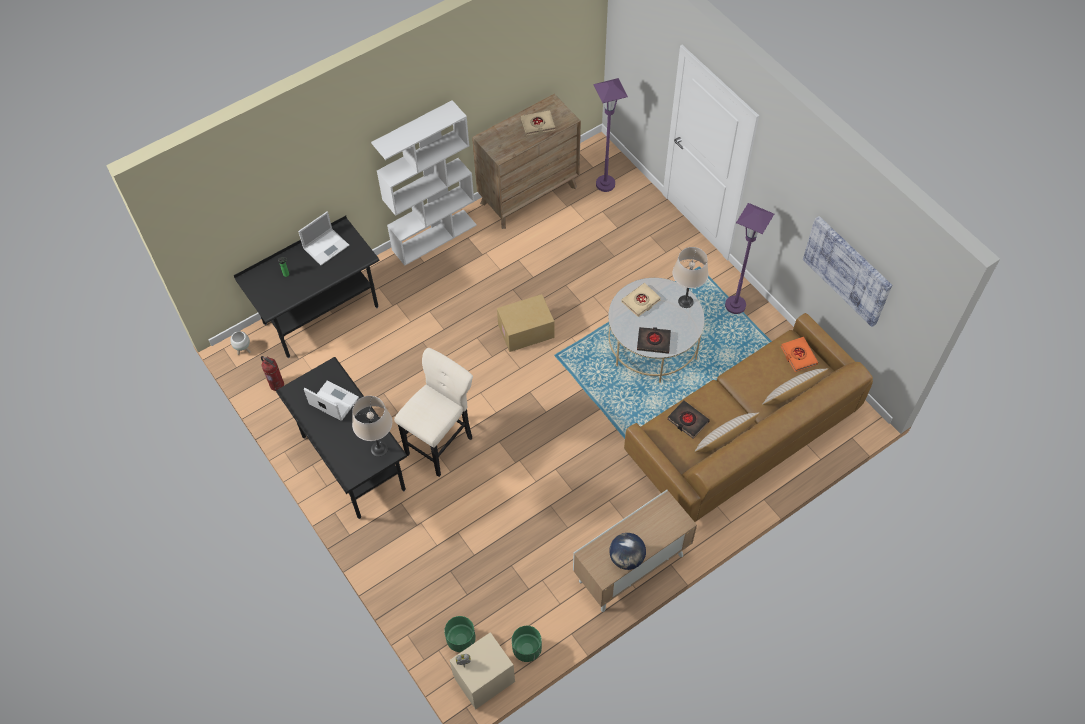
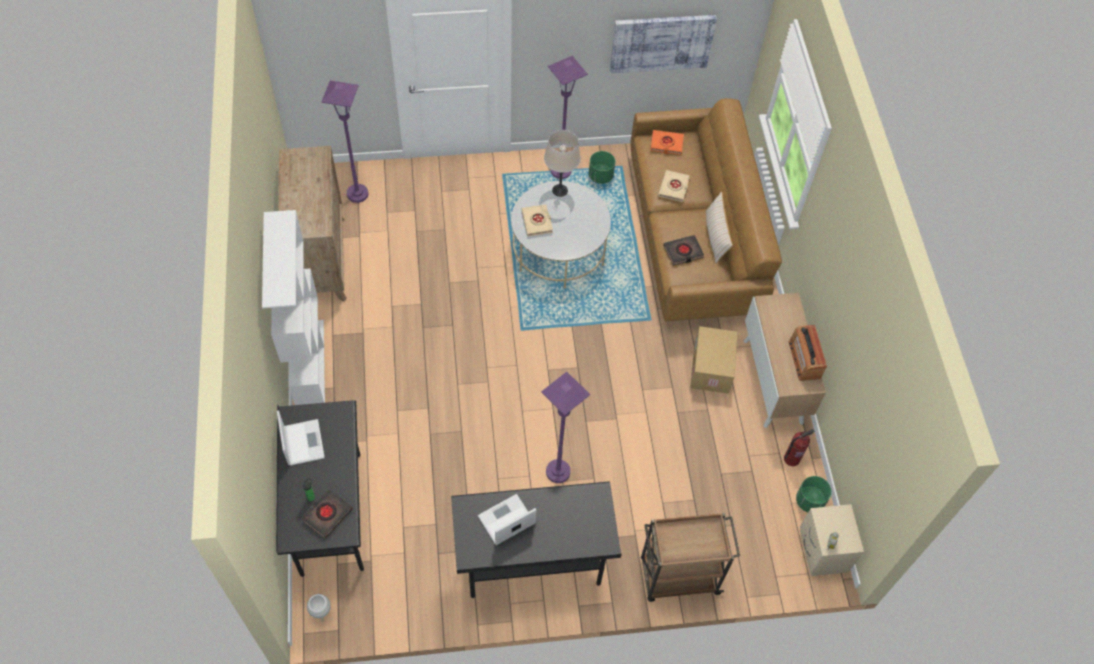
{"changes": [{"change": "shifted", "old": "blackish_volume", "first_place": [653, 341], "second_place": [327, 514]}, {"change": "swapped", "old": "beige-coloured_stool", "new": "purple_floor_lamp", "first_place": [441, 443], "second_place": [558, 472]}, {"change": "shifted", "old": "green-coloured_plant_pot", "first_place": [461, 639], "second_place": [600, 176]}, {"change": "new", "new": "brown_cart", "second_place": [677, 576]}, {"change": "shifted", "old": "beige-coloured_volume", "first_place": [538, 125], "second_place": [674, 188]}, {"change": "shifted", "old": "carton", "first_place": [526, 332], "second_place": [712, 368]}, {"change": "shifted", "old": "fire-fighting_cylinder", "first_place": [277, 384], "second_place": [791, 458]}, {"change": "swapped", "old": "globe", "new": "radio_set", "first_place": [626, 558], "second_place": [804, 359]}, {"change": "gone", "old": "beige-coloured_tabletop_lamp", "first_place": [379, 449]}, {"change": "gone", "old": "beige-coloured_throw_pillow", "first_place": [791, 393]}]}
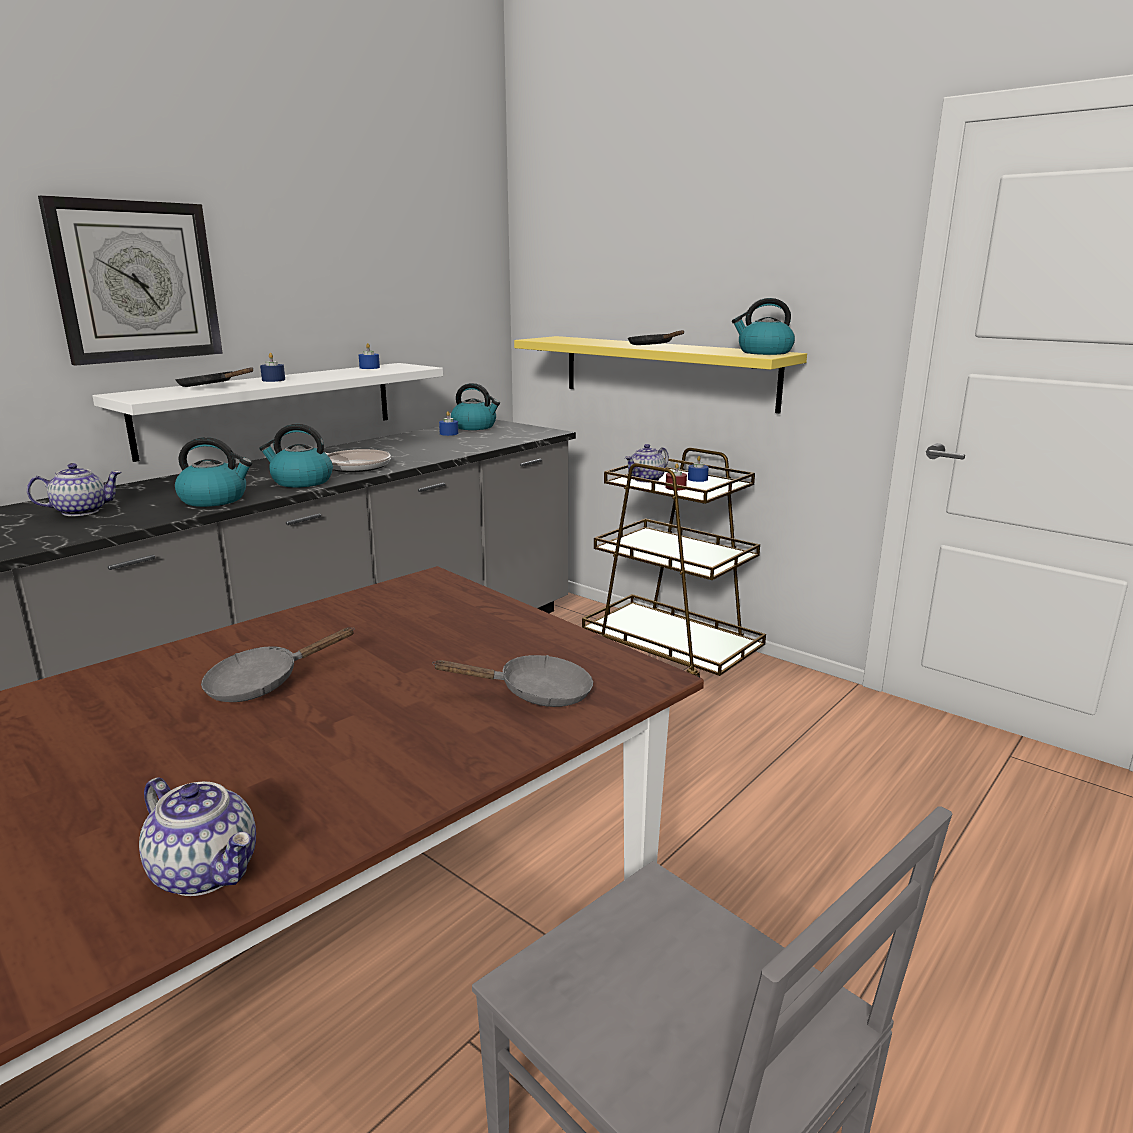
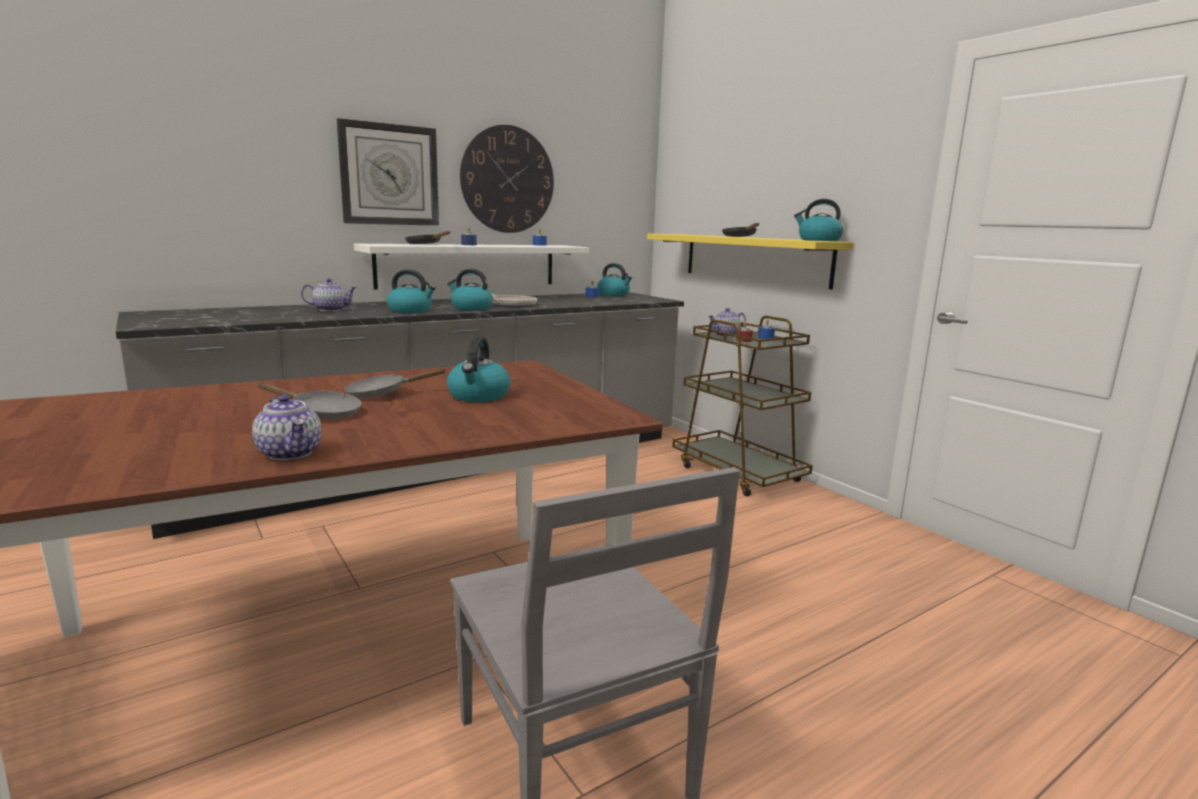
{"changes": [{"change": "shifted", "old": "gray_frying_pan", "first_place": [535, 693], "second_place": [320, 413]}, {"change": "new", "new": "kettle", "second_place": [479, 396]}, {"change": "new", "new": "hanging_clock", "second_place": [507, 180]}]}
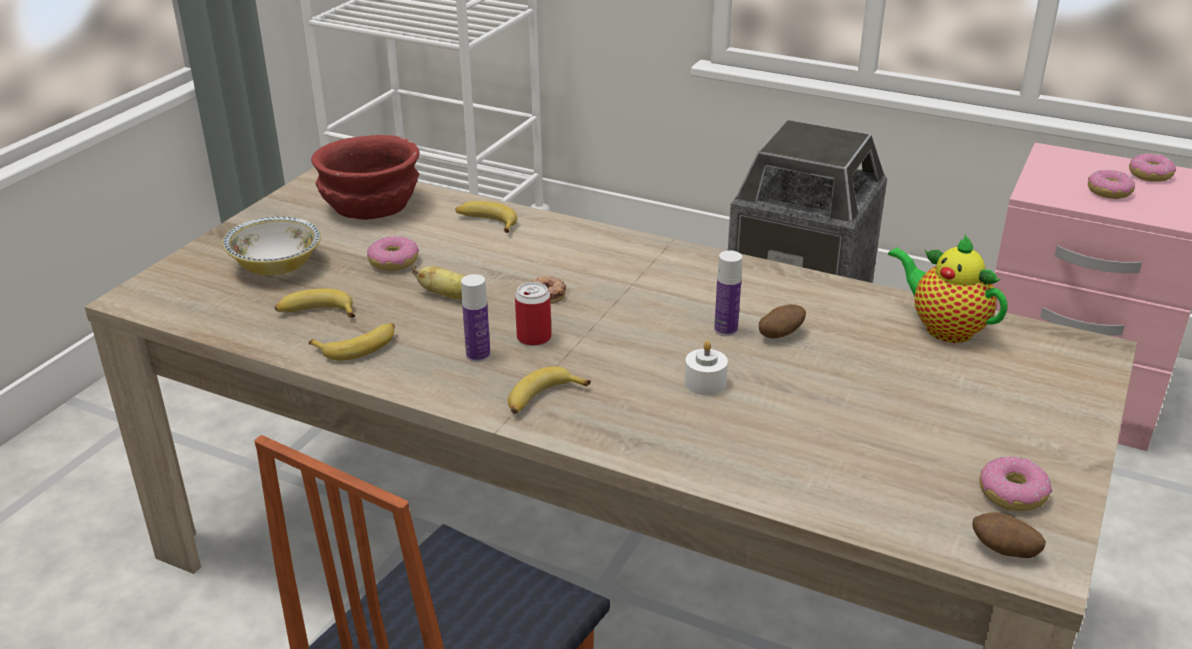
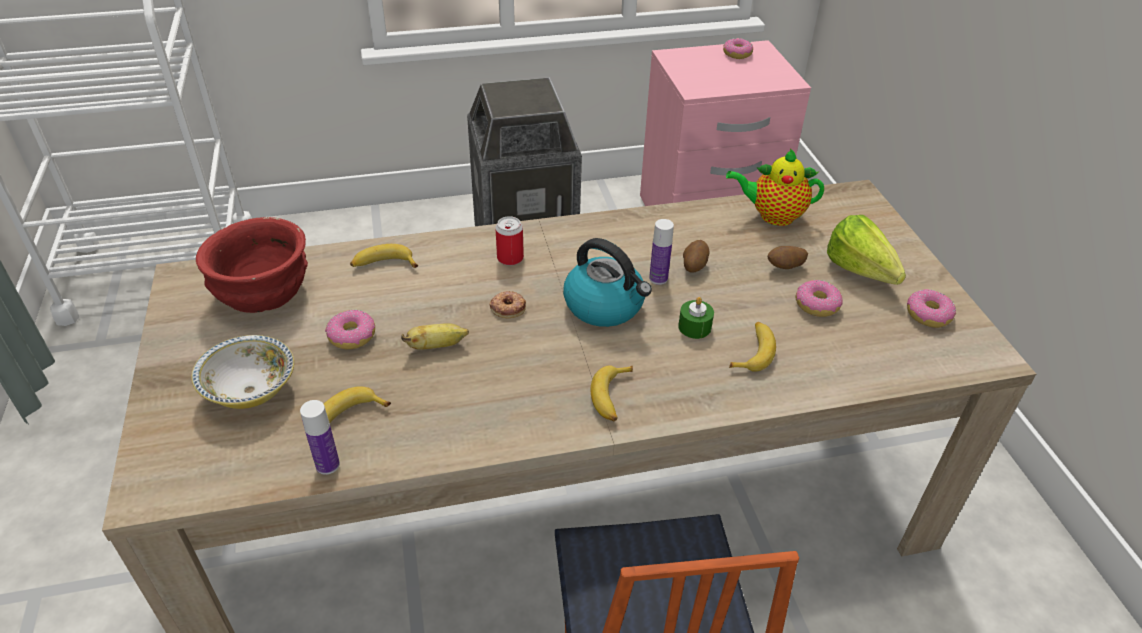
{"changes": [{"change": "shifted", "old": "bottle", "first_place": [478, 355], "second_place": [327, 465]}, {"change": "shifted", "old": "metal_can", "first_place": [534, 338], "second_place": [510, 258]}, {"change": "new", "new": "kettle", "second_place": [605, 306]}, {"change": "repainted", "old": "whitish_wax_light", "new": "green-coloured_wax_light", "first_place": [705, 383], "second_place": [694, 327]}, {"change": "shifted", "old": "banana", "first_place": [358, 346], "second_place": [753, 351]}, {"change": "shifted", "old": "whole_potato", "first_place": [1003, 552], "second_place": [785, 267]}, {"change": "shifted", "old": "donut", "first_place": [1109, 192], "second_place": [817, 305]}, {"change": "new", "new": "lettuce_head", "second_place": [863, 275]}]}
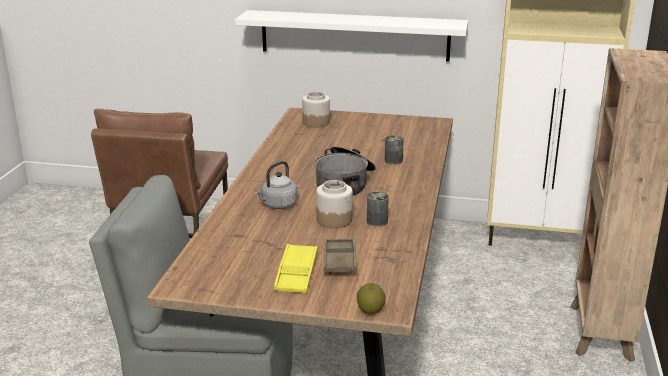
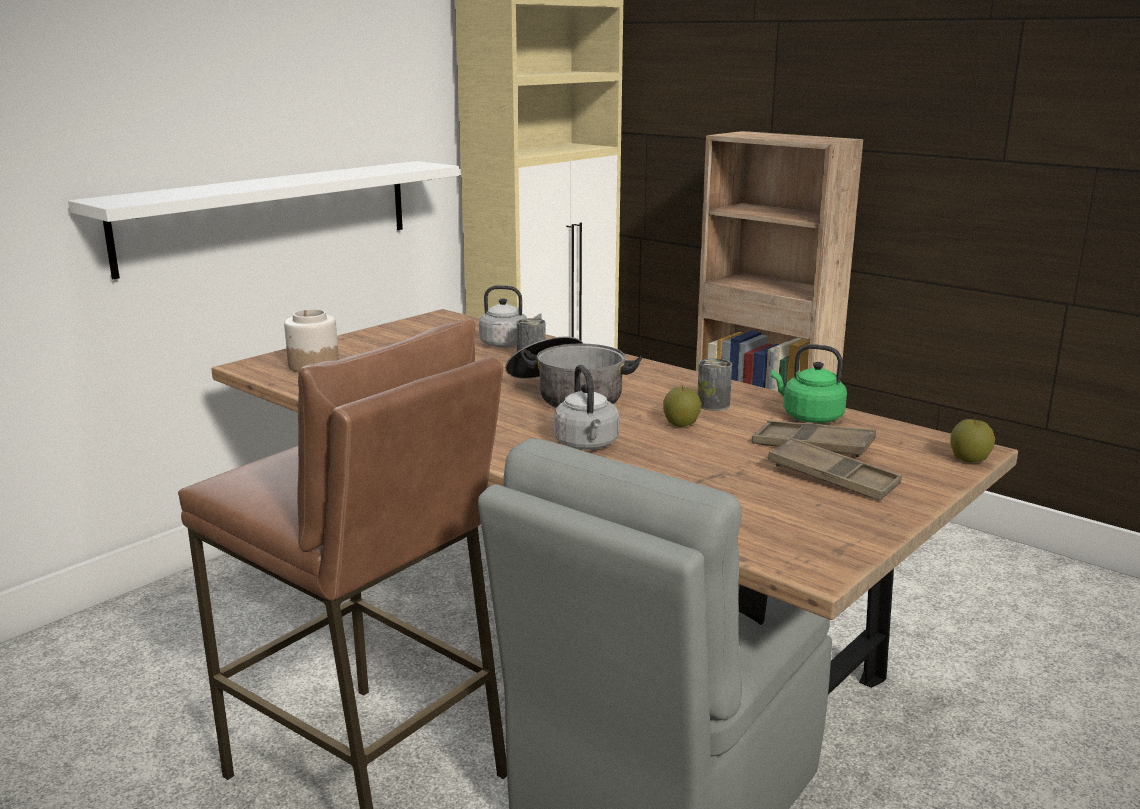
{"changes": [{"change": "new", "new": "gray_kettle", "second_place": [507, 344]}, {"change": "swapped", "old": "jar", "new": "apple_fruit", "first_place": [334, 220], "second_place": [681, 424]}, {"change": "repainted", "old": "yellowish_tray", "new": "brown_tray", "first_place": [296, 273], "second_place": [832, 478]}, {"change": "new", "new": "green-coloured_kettle", "second_place": [809, 417]}]}
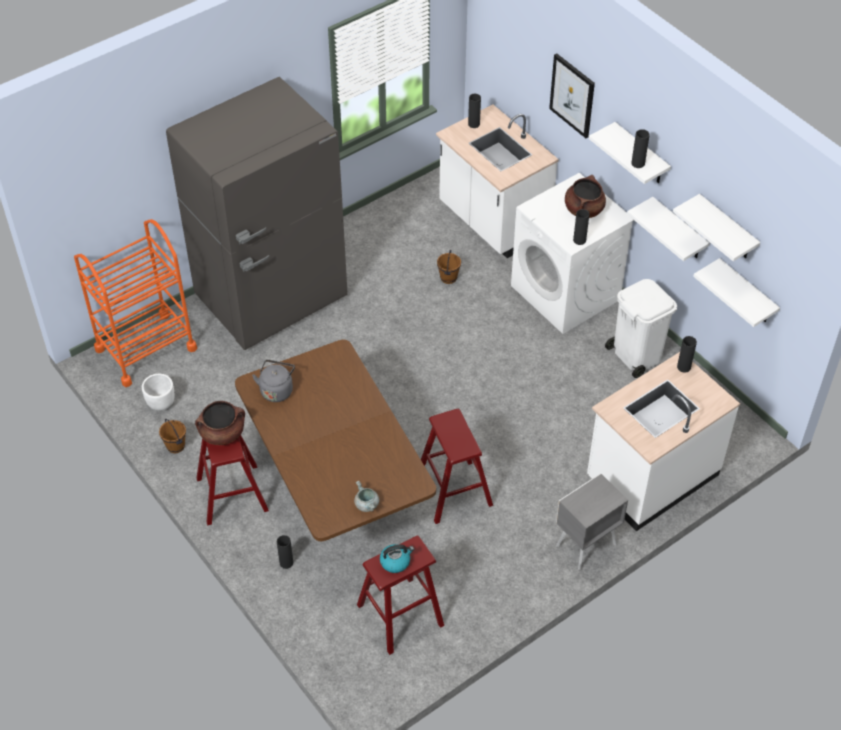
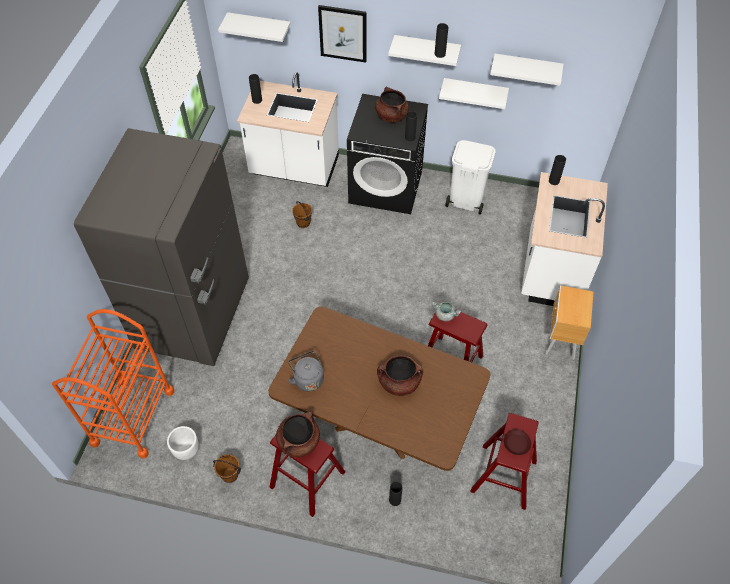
{"changes": [{"change": "shifted", "old": "whitish_shelf", "first_place": [746, 293], "second_place": [259, 27]}, {"change": "repainted", "old": "whitish_laundry_machine", "new": "blackish_laundry_machine", "first_place": [566, 293], "second_place": [386, 186]}, {"change": "new", "new": "brown_cooking_pot", "second_place": [399, 383]}, {"change": "shifted", "old": "gray_cooking_pot", "first_place": [367, 505], "second_place": [445, 315]}, {"change": "swapped", "old": "kettle", "new": "brown_dinner_plate", "first_place": [395, 562], "second_place": [516, 443]}, {"change": "repainted", "old": "gray_bedside_table", "new": "brown_bedside_table", "first_place": [584, 545], "second_place": [560, 341]}]}
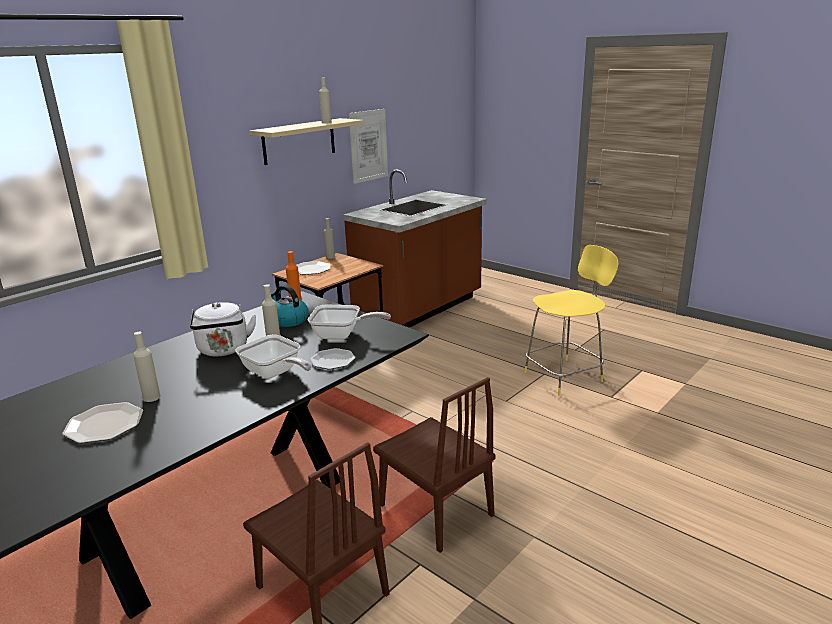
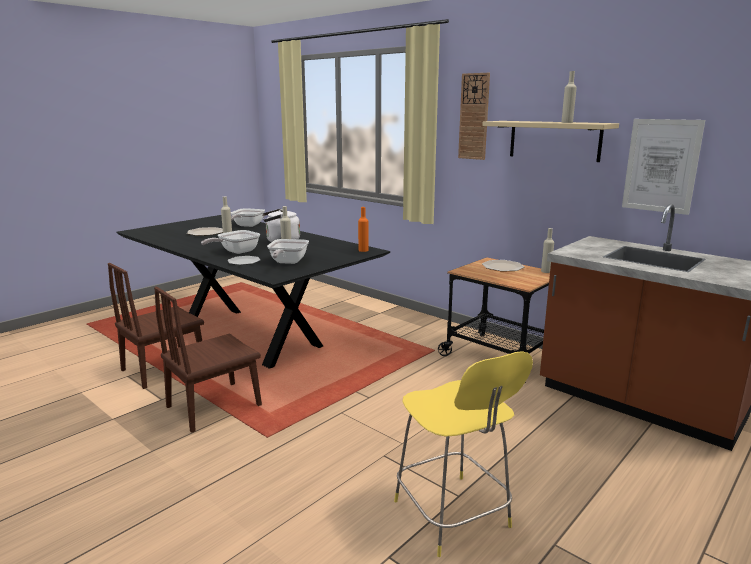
{"changes": [{"change": "new", "new": "frying_pan", "second_place": [246, 226]}, {"change": "new", "new": "hanging_clock", "second_place": [474, 116]}, {"change": "gone", "old": "kettle", "first_place": [288, 320]}]}
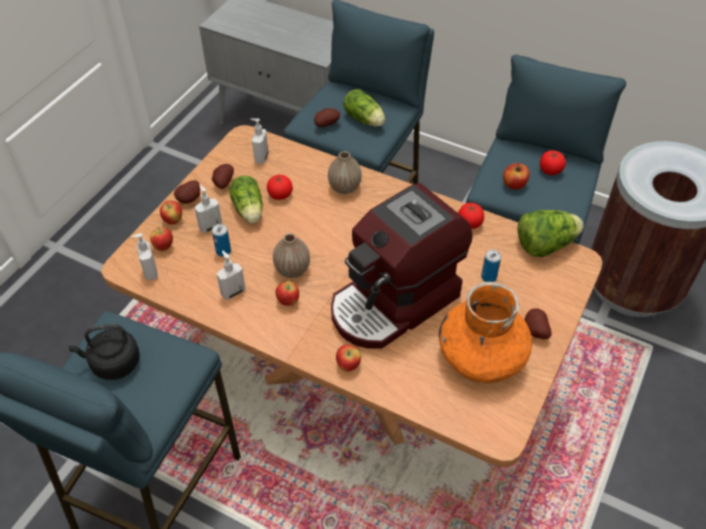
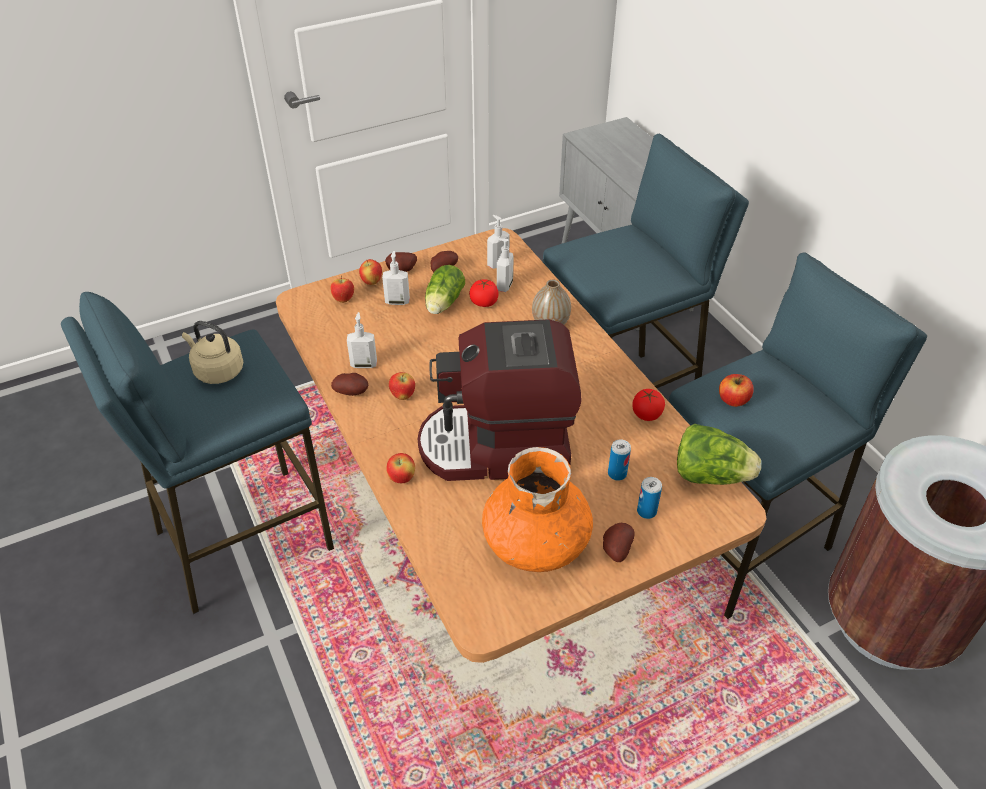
{"changes": [{"change": "repainted", "old": "blackish_kettle", "new": "beige-coloured_kettle", "first_place": [113, 363], "second_place": [217, 371]}, {"change": "shifted", "old": "whole_potato", "first_place": [326, 124], "second_place": [352, 392]}, {"change": "shifted", "old": "soap_bottle", "first_place": [150, 272], "second_place": [504, 285]}, {"change": "shifted", "old": "metal_can", "first_place": [223, 251], "second_place": [646, 511]}, {"change": "gone", "old": "flower_vase", "first_place": [292, 270]}, {"change": "gone", "old": "lettuce_head", "first_place": [365, 120]}, {"change": "gone", "old": "tomato", "first_place": [550, 170]}]}
